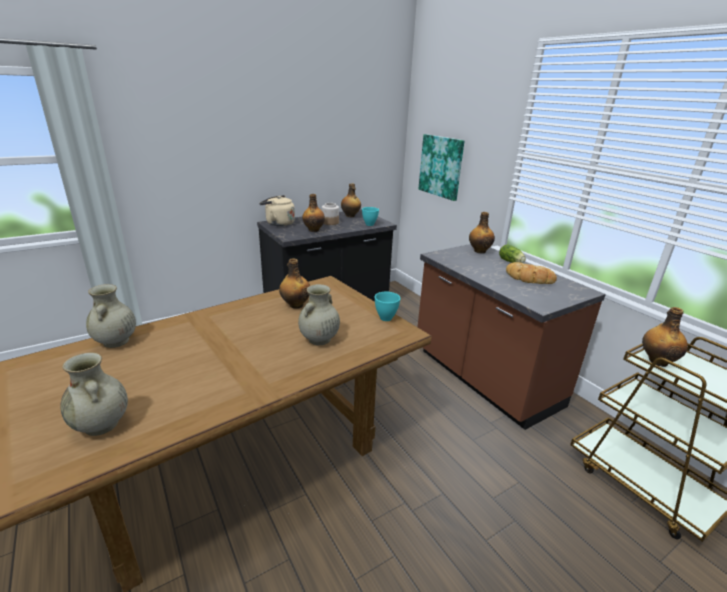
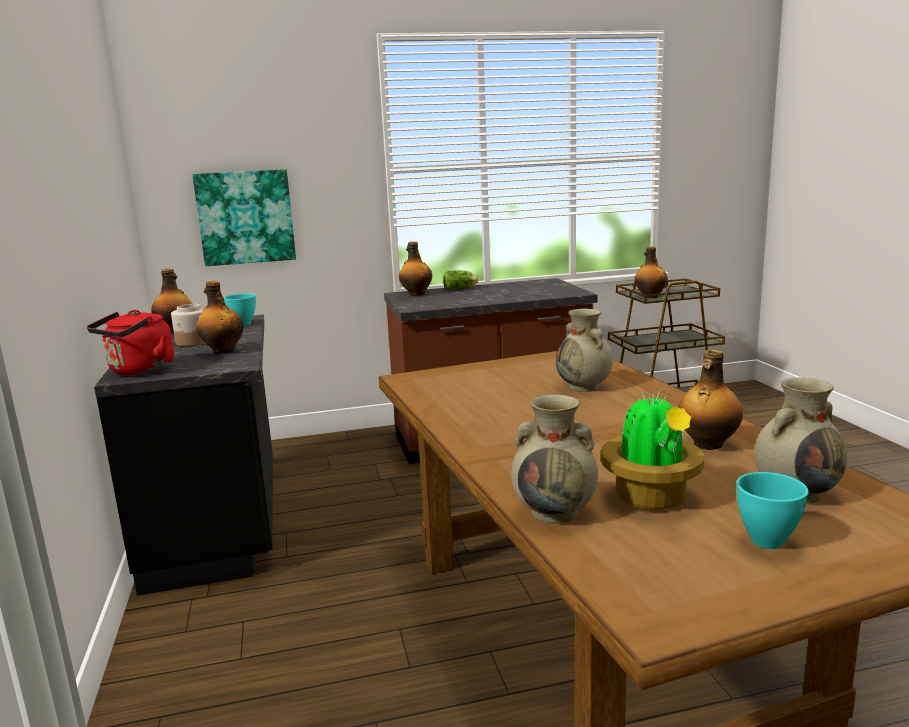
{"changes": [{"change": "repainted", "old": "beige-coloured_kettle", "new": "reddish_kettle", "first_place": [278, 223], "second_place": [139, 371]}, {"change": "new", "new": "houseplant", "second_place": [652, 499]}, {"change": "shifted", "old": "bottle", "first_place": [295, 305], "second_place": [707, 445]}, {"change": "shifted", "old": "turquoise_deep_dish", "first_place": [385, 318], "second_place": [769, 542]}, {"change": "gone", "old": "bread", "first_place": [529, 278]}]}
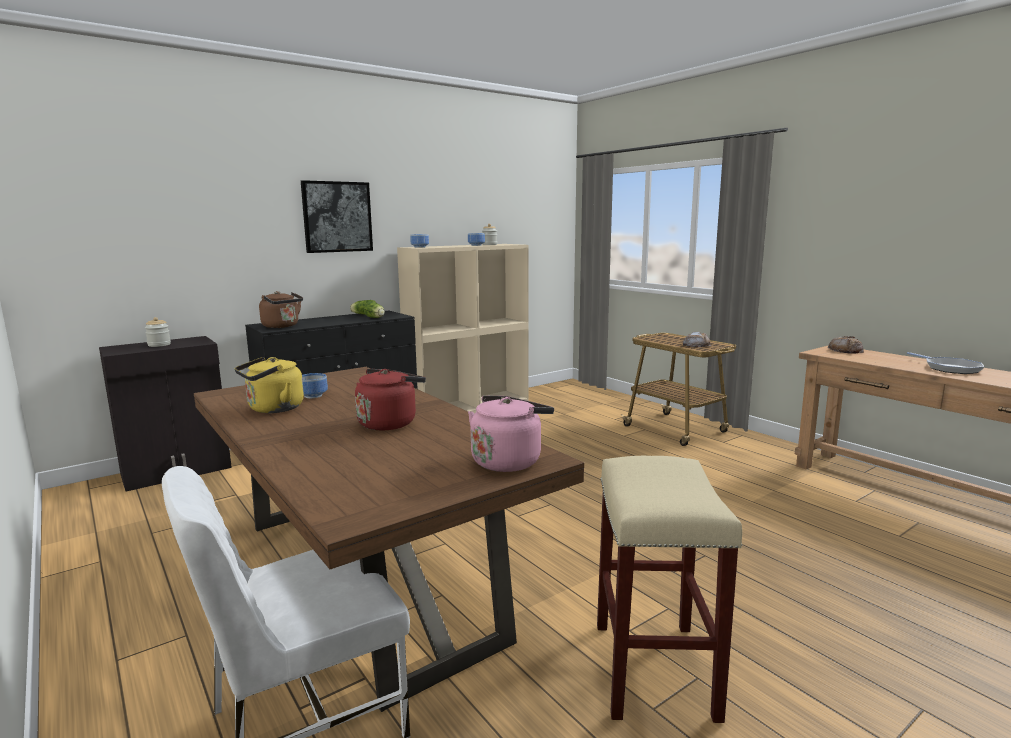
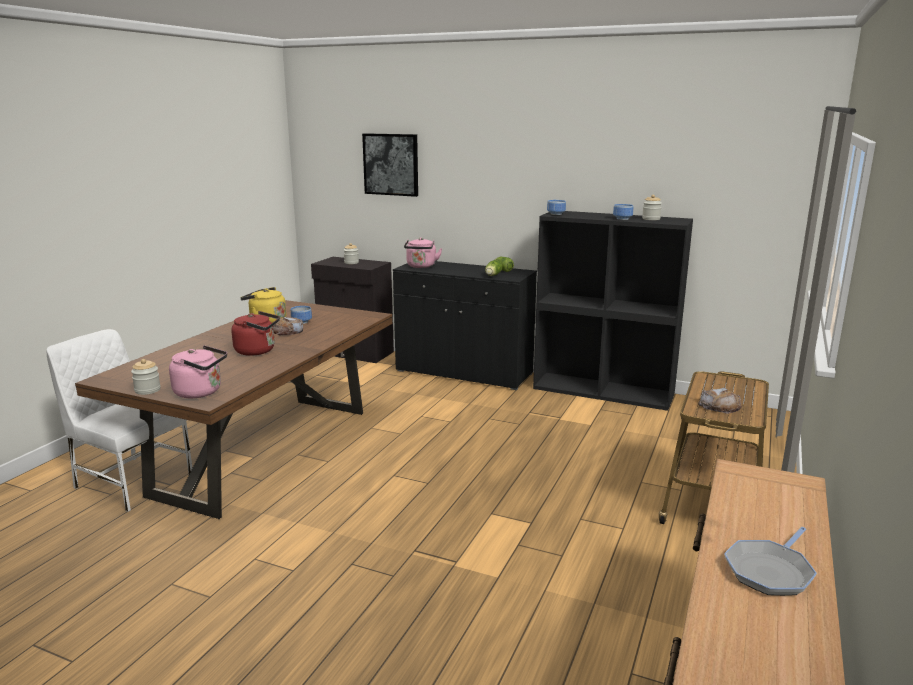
{"changes": [{"change": "new", "new": "jar", "second_place": [147, 390]}, {"change": "shifted", "old": "bread", "first_place": [845, 350], "second_place": [288, 331]}, {"change": "shifted", "old": "picture", "first_place": [337, 217], "second_place": [391, 164]}, {"change": "repainted", "old": "brown_kettle", "new": "pink-coloured_kettle", "first_place": [282, 326], "second_place": [421, 266]}, {"change": "repainted", "old": "beige-coloured_bookcase", "new": "blackish_bookcase", "first_place": [469, 407], "second_place": [604, 391]}, {"change": "gone", "old": "beige-coloured_stool", "first_place": [652, 667]}]}
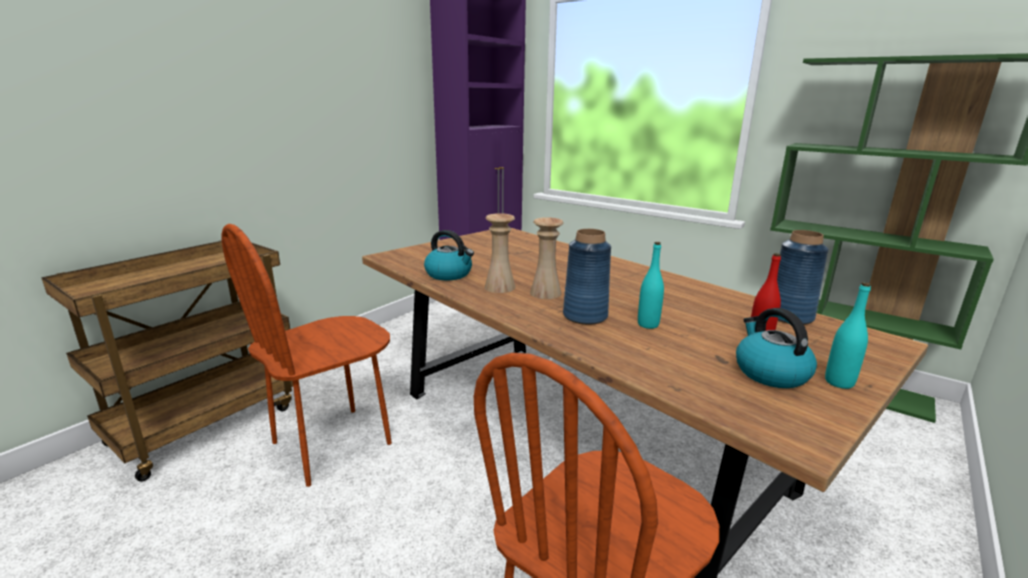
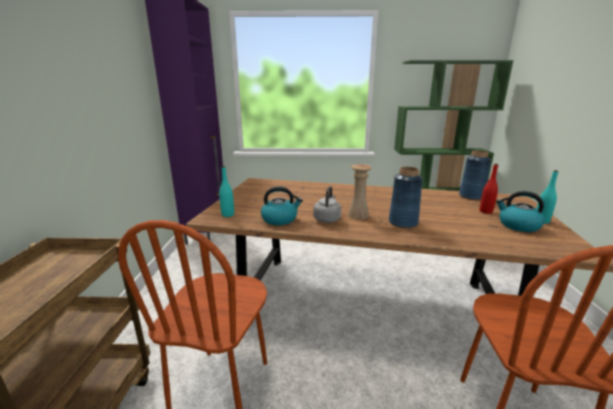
{"changes": [{"change": "shifted", "old": "turquoise_bottle", "first_place": [648, 324], "second_place": [228, 215]}, {"change": "swapped", "old": "beige-coloured_flower_vase", "new": "gray_kettle", "first_place": [499, 287], "second_place": [327, 219]}]}
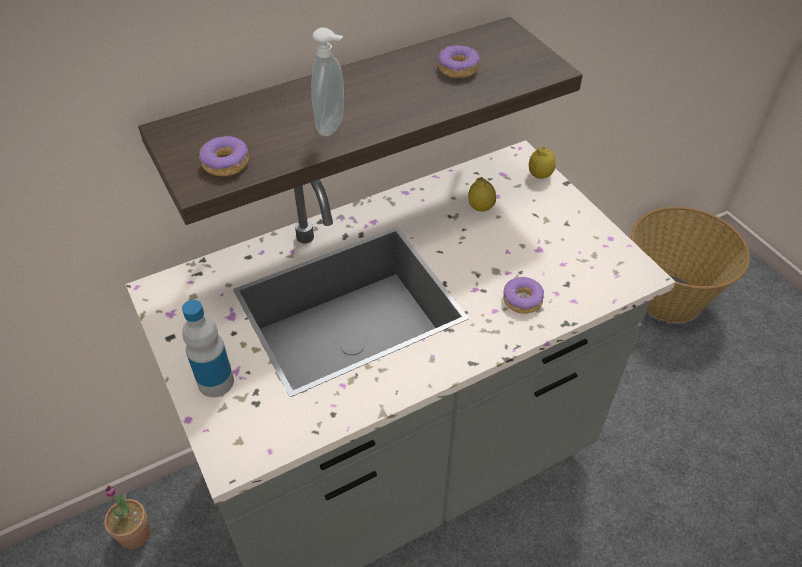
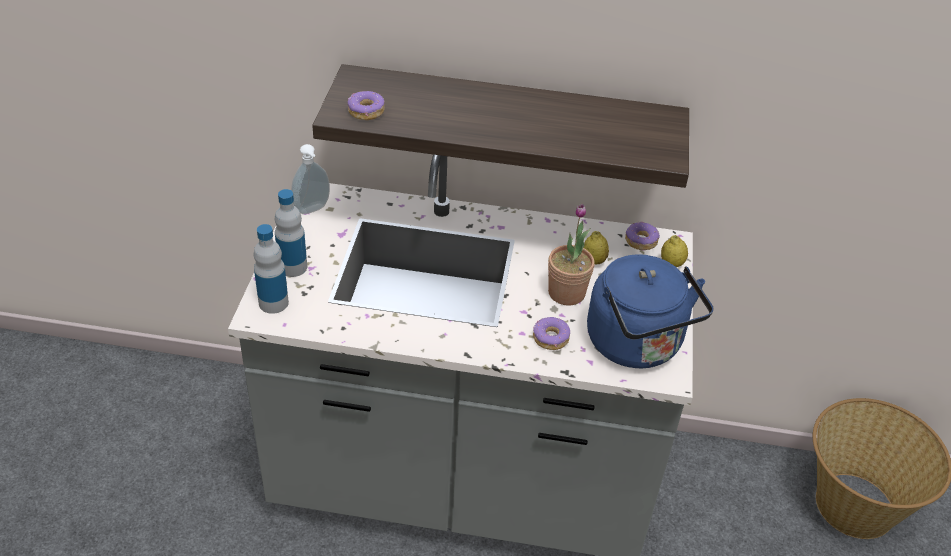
{"changes": [{"change": "new", "new": "bottle", "second_place": [273, 303]}, {"change": "shifted", "old": "soap_bottle", "first_place": [333, 126], "second_place": [313, 210]}, {"change": "shifted", "old": "houseplant", "first_place": [135, 534], "second_place": [566, 293]}, {"change": "new", "new": "blue-coloured_kettle", "second_place": [637, 345]}, {"change": "shifted", "old": "donut", "first_place": [458, 69], "second_place": [640, 241]}]}
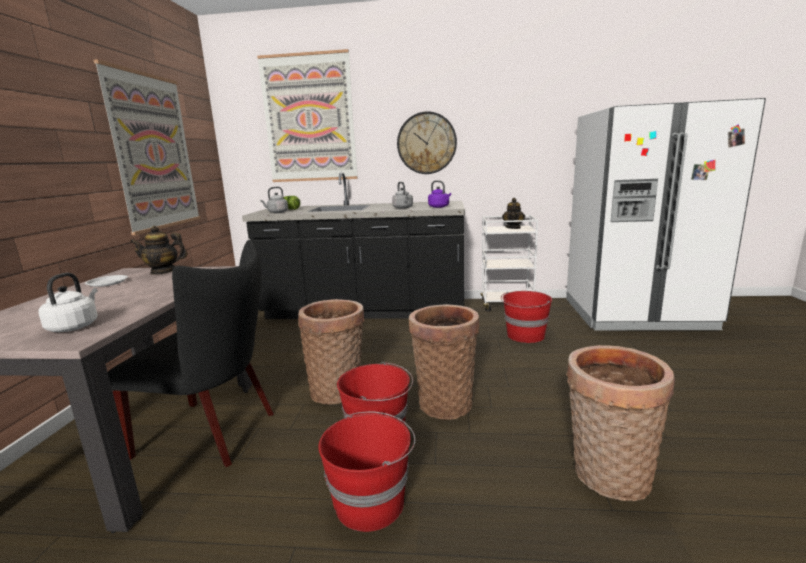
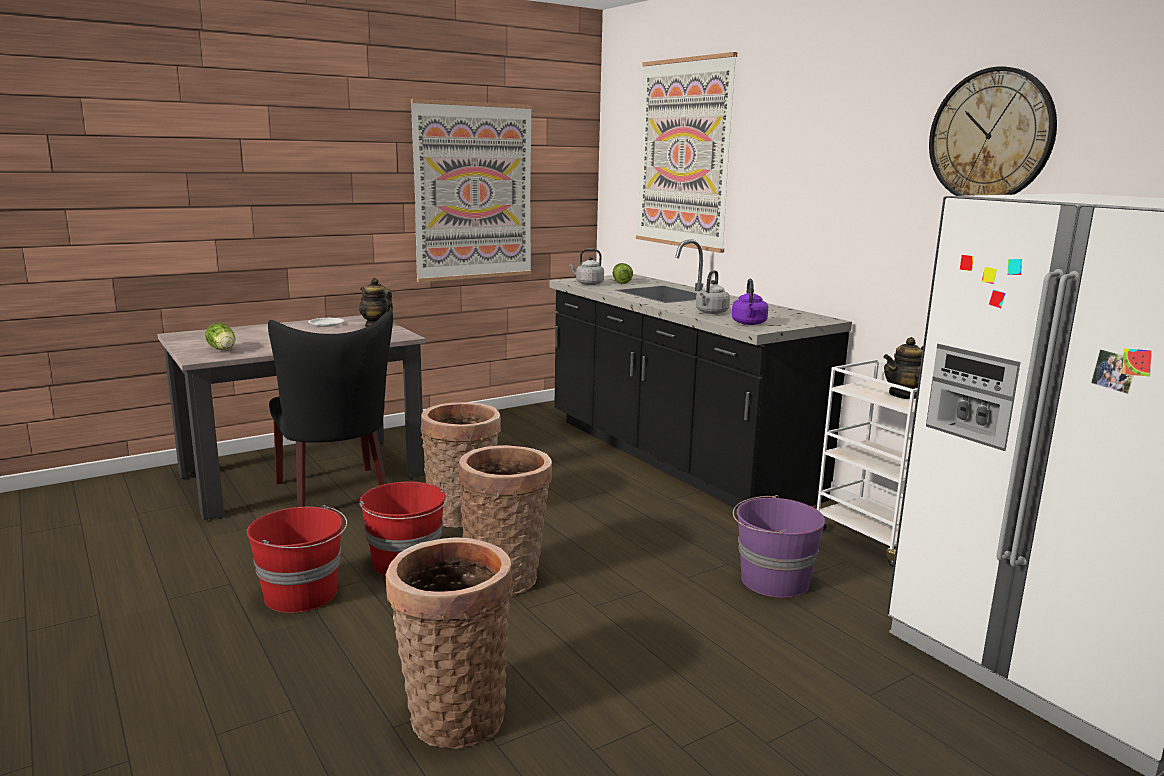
{"changes": [{"change": "swapped", "old": "whitish_kettle", "new": "lettuce_head", "first_place": [75, 326], "second_place": [223, 349]}, {"change": "repainted", "old": "reddish_water_bucket", "new": "purple_water_bucket", "first_place": [525, 335], "second_place": [772, 581]}, {"change": "shifted", "old": "hanging_clock", "first_place": [426, 143], "second_place": [991, 136]}]}
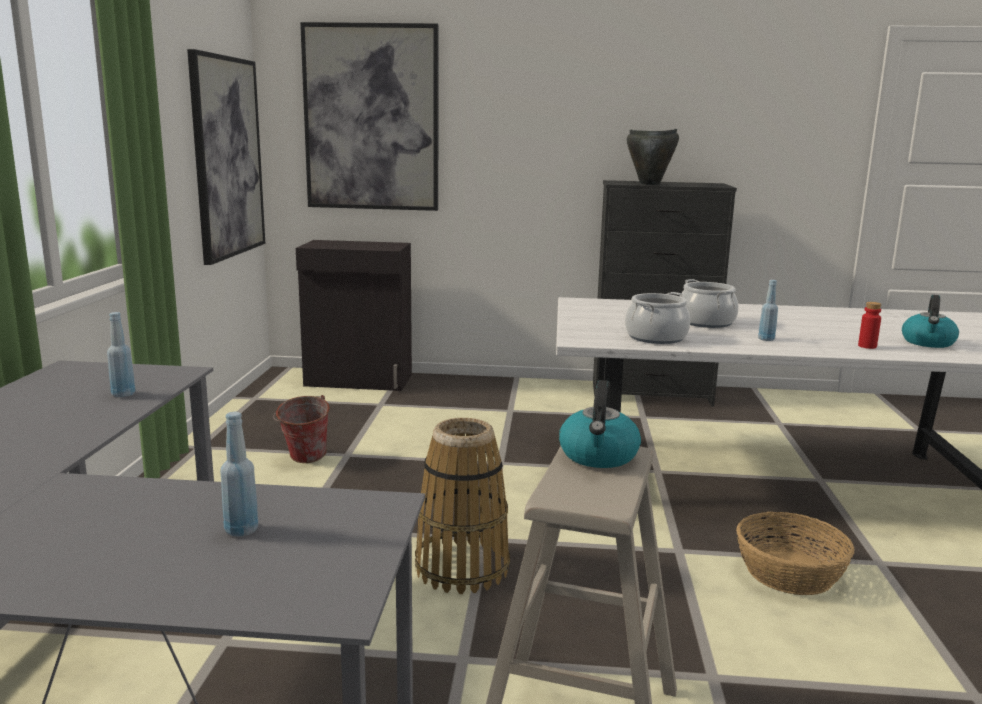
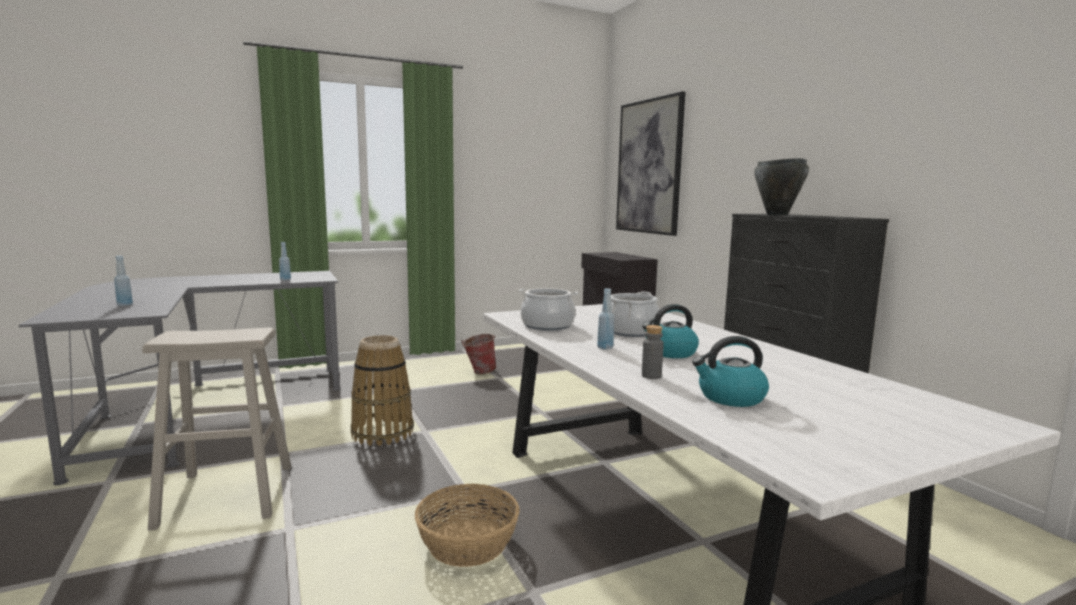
{"changes": [{"change": "shifted", "old": "kettle", "first_place": [599, 456], "second_place": [670, 353]}, {"change": "repainted", "old": "reddish_bottle", "new": "gray_bottle", "first_place": [867, 346], "second_place": [651, 376]}, {"change": "gone", "old": "picture", "first_place": [227, 157]}]}
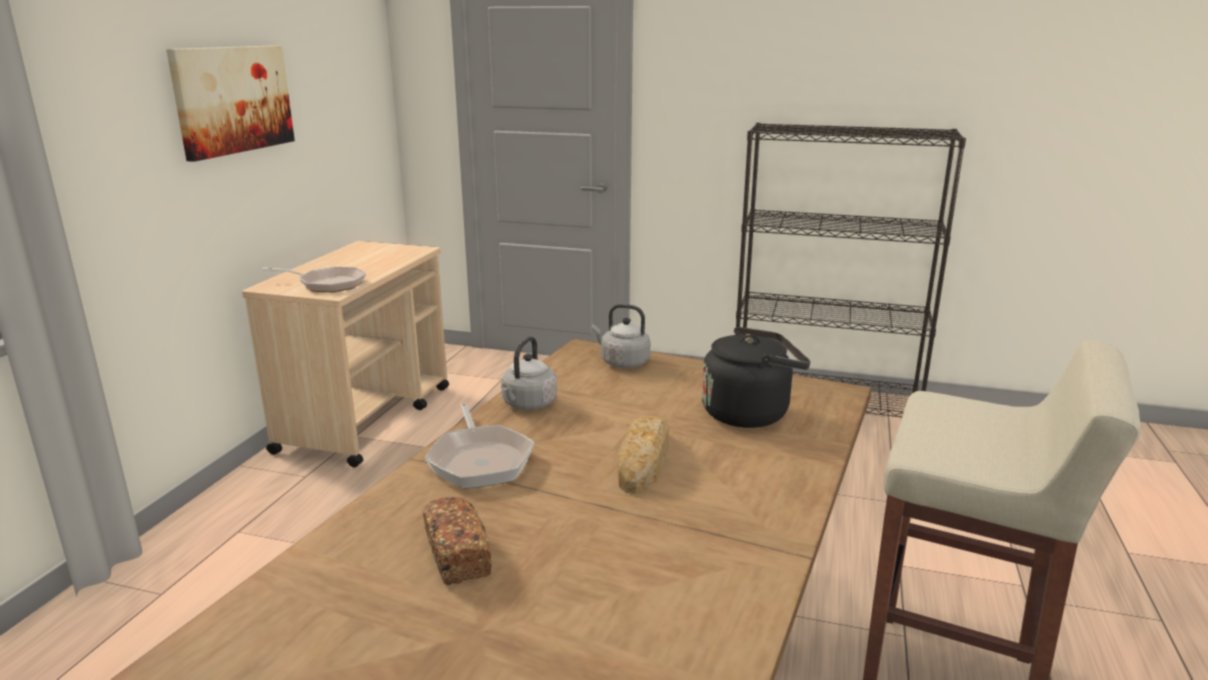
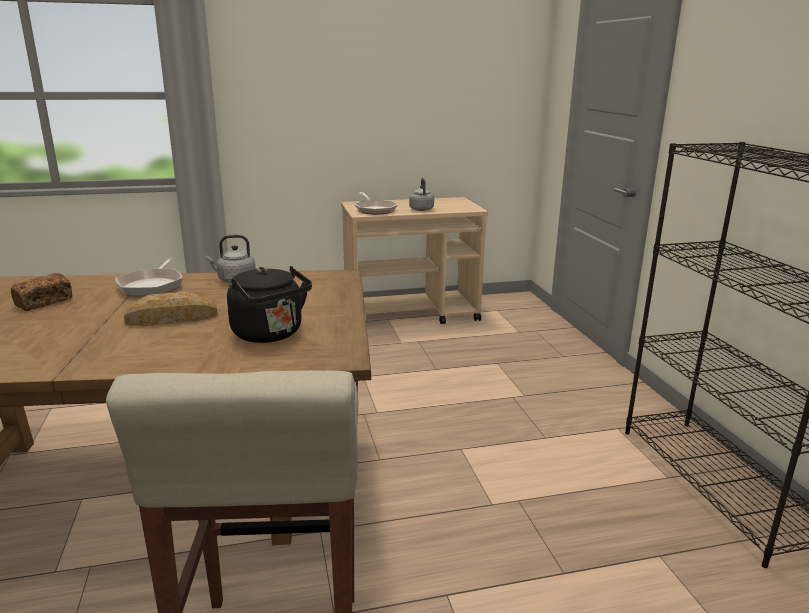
{"changes": [{"change": "rotated", "old": "frying_pan", "first_place": [480, 460], "second_place": [152, 285], "degrees": -45}, {"change": "shifted", "old": "gray_kettle", "first_place": [622, 362], "second_place": [421, 209]}, {"change": "gone", "old": "picture", "first_place": [233, 99]}]}
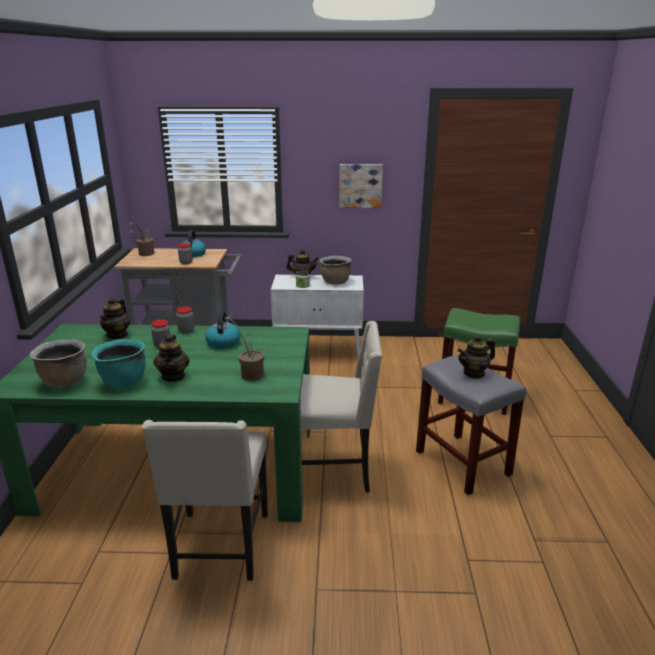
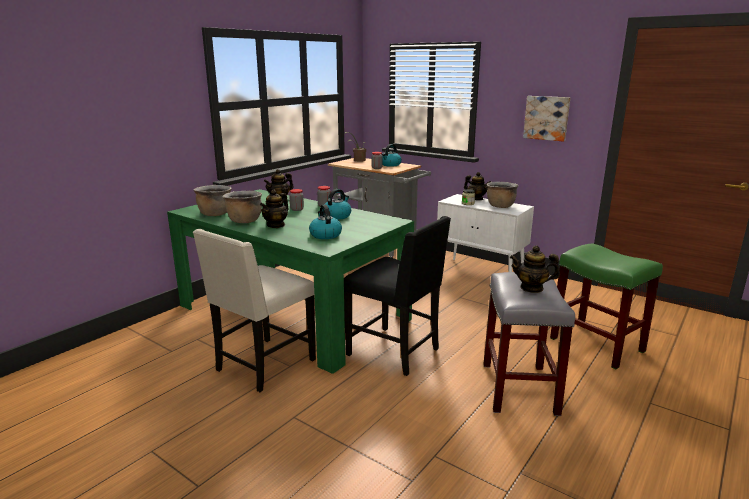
{"changes": [{"change": "repainted", "old": "turquoise_cooking_pot", "new": "brown_cooking_pot", "first_place": [123, 381], "second_place": [244, 221]}, {"change": "swapped", "old": "houseplant", "new": "kettle", "first_place": [250, 373], "second_place": [325, 235]}, {"change": "repainted", "old": "beige-coloured_plain_chair", "new": "blackish_plain_chair", "first_place": [333, 471], "second_place": [395, 352]}]}
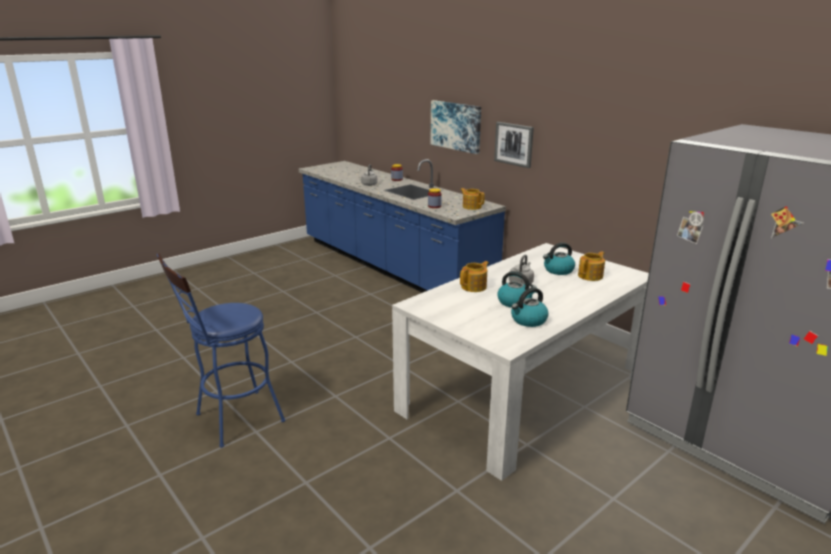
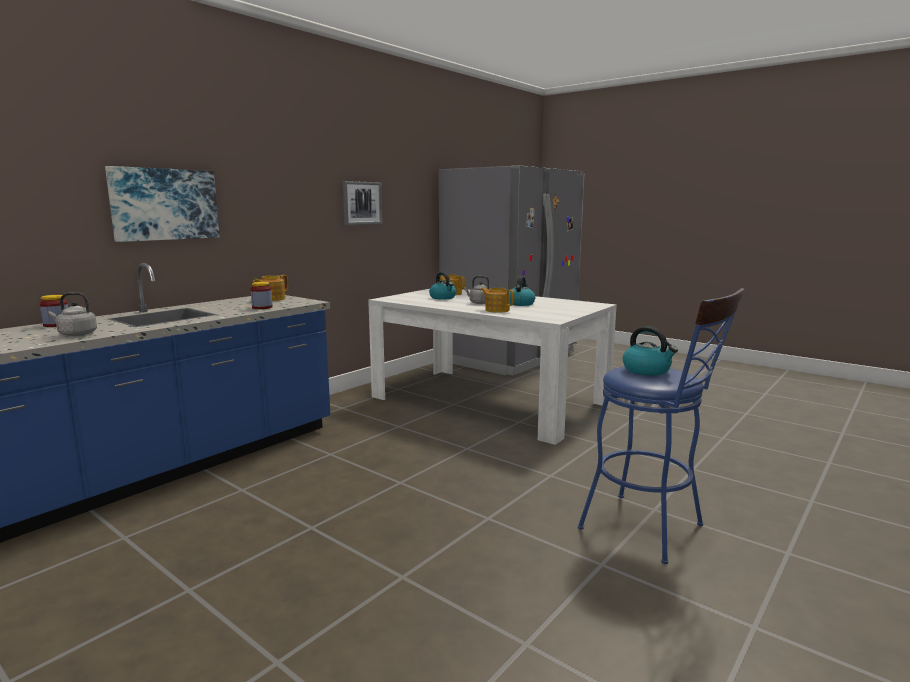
{"changes": [{"change": "shifted", "old": "picture", "first_place": [514, 144], "second_place": [361, 203]}, {"change": "shifted", "old": "kettle", "first_place": [528, 320], "second_place": [647, 370]}]}
